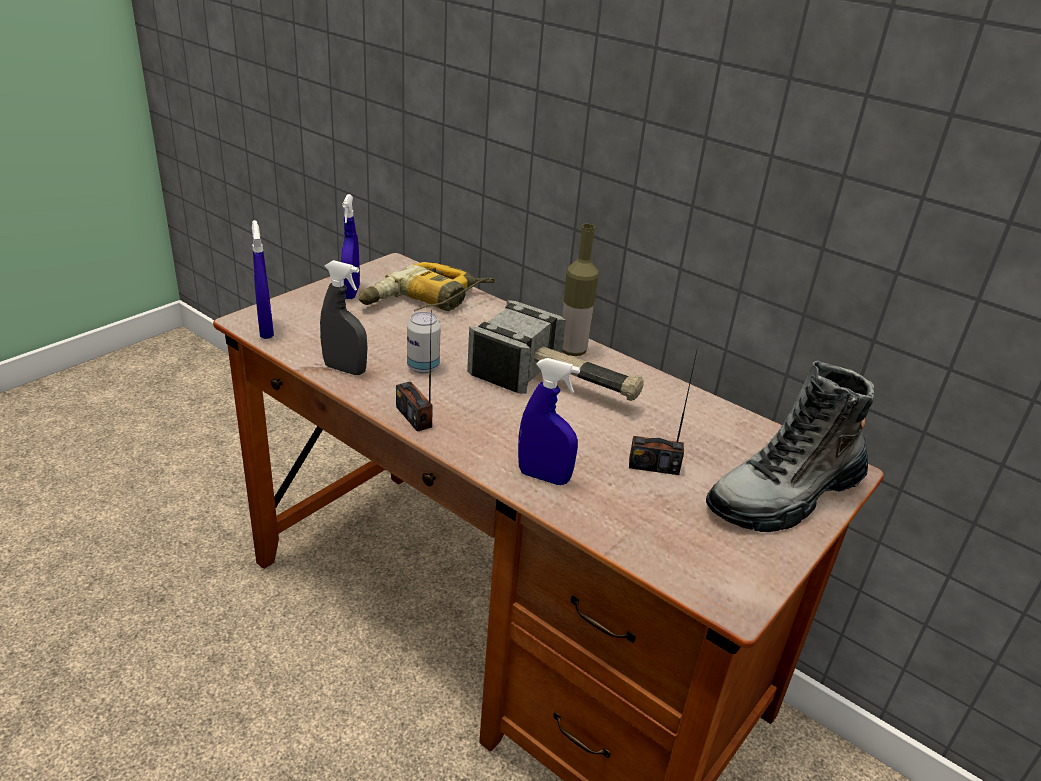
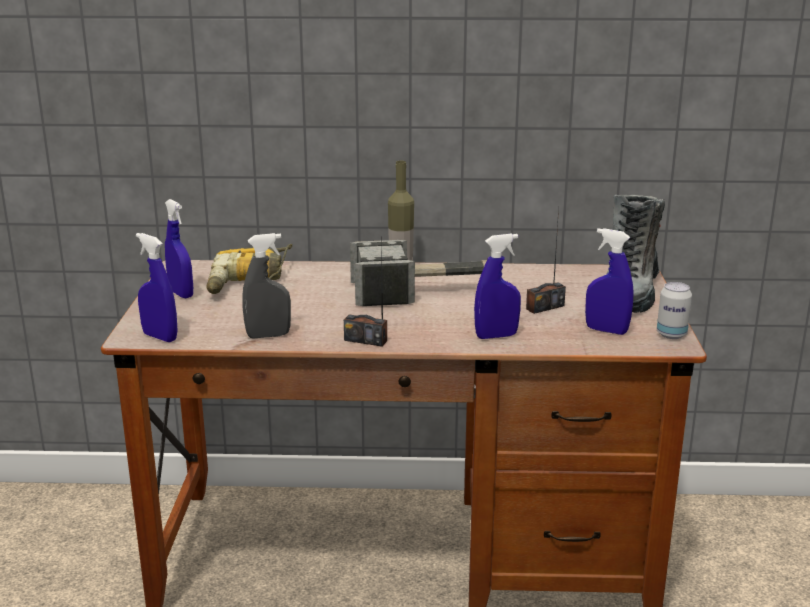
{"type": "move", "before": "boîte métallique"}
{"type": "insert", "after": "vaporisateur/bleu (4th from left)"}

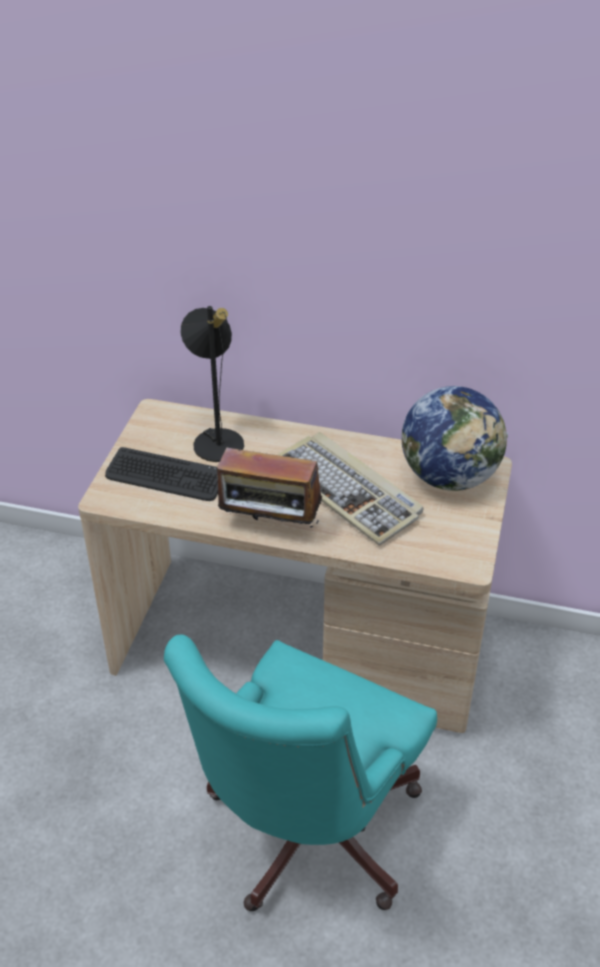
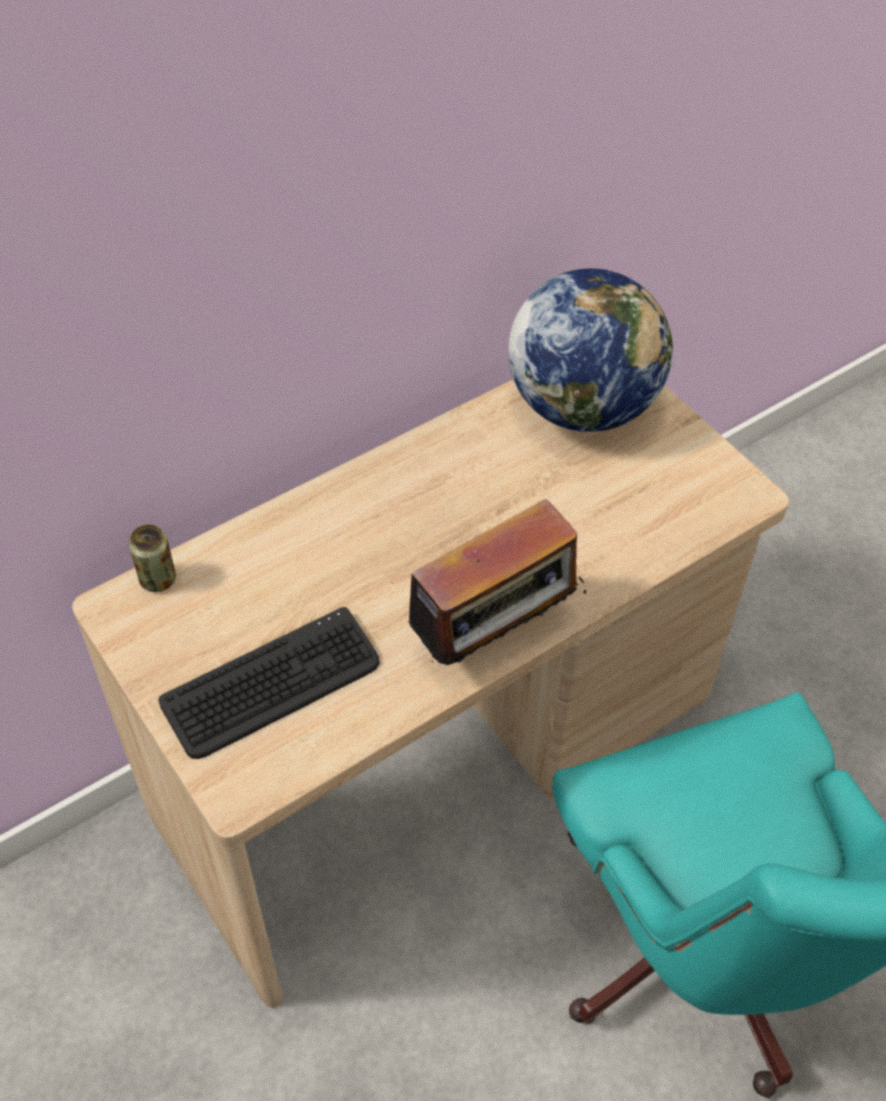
{"type": "delete", "before": "lampe de table/noir"}
{"type": "delete", "before": "clavier (2nd from left)"}
{"type": "insert", "after": "boîte métallique"}

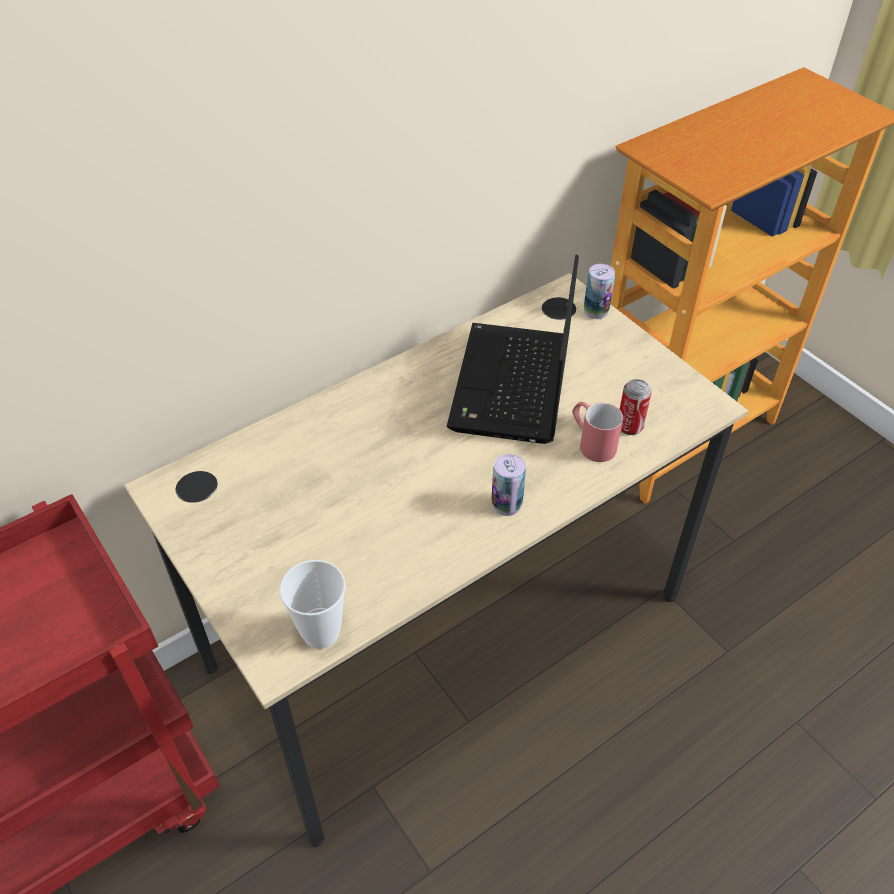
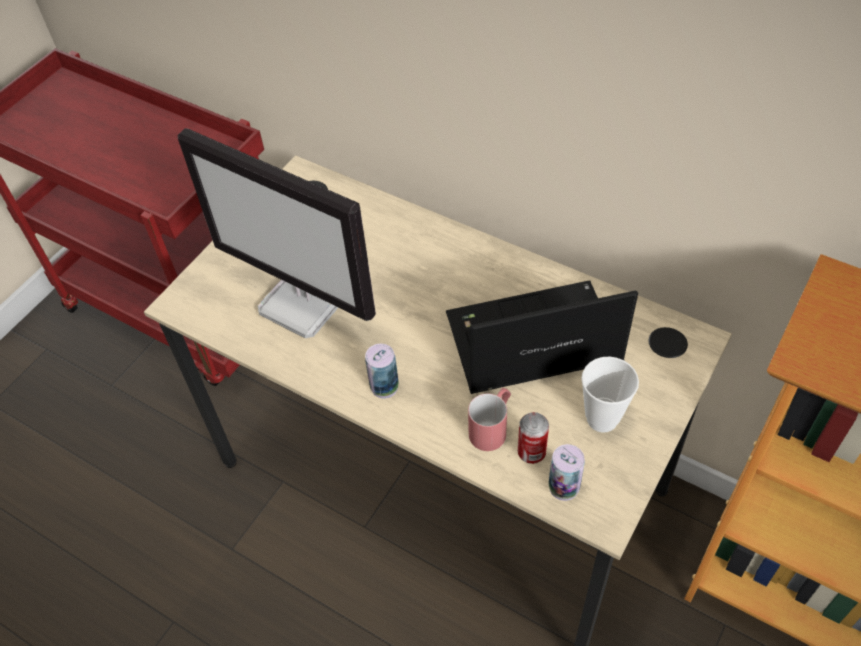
{"type": "move", "before": "tasse"}
{"type": "move", "before": "boîte métallique (2nd from left in the first image)", "after": "boîte métallique (3rd from left)"}
{"type": "insert", "after": "écran d'ordinateur"}

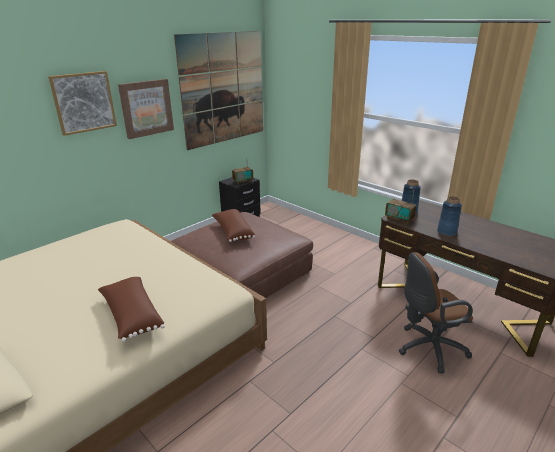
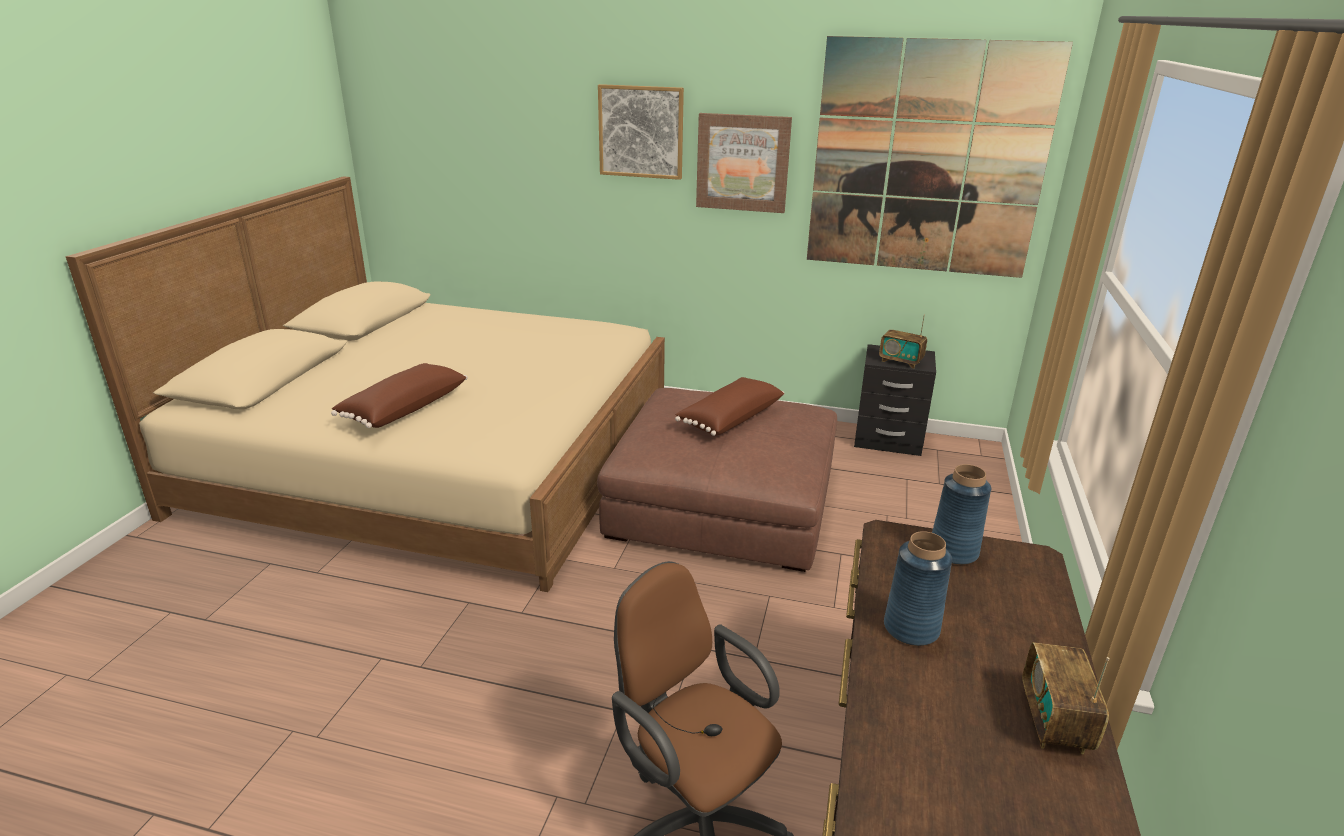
{"type": "move", "before": "radio (2nd from left)"}

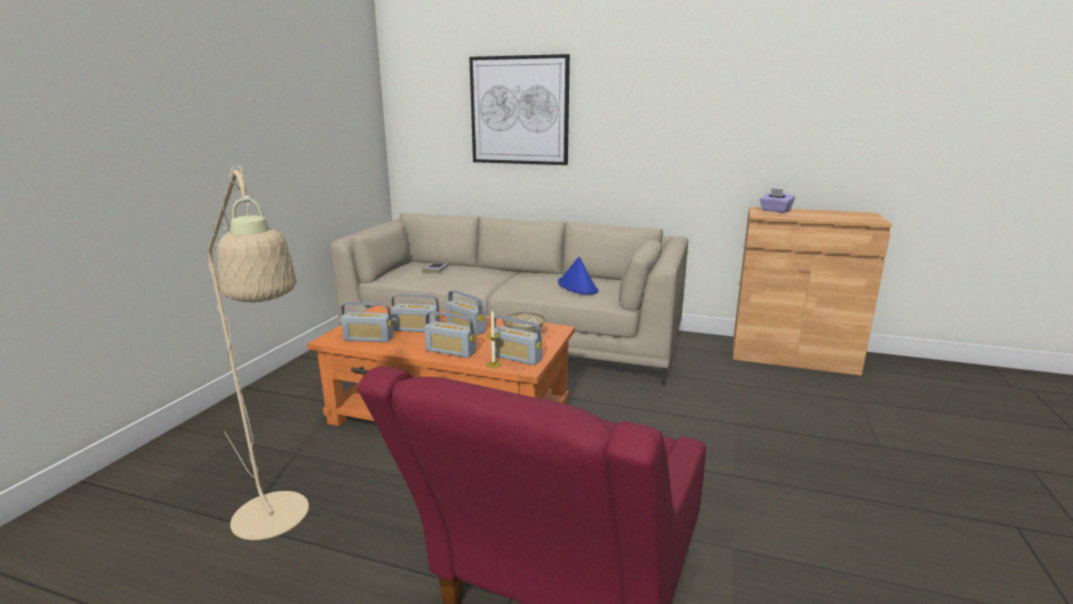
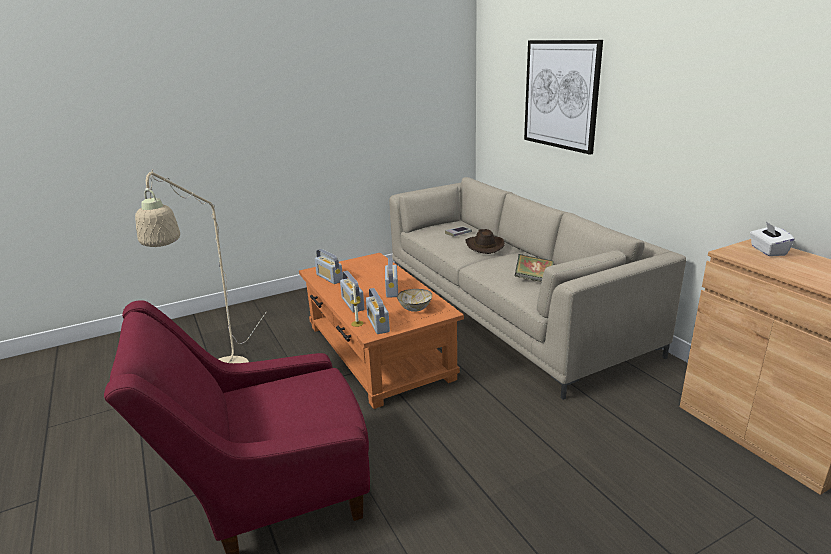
{"type": "delete", "before": "radio (2nd from left)"}
{"type": "replace", "before": "chapeau/bleu", "after": "livre (2nd from left)"}
{"type": "recolor", "before": "boîte à mouchoirs/violet", "after": "boîte à mouchoirs/blanc"}
{"type": "insert", "after": "chapeau/marron"}

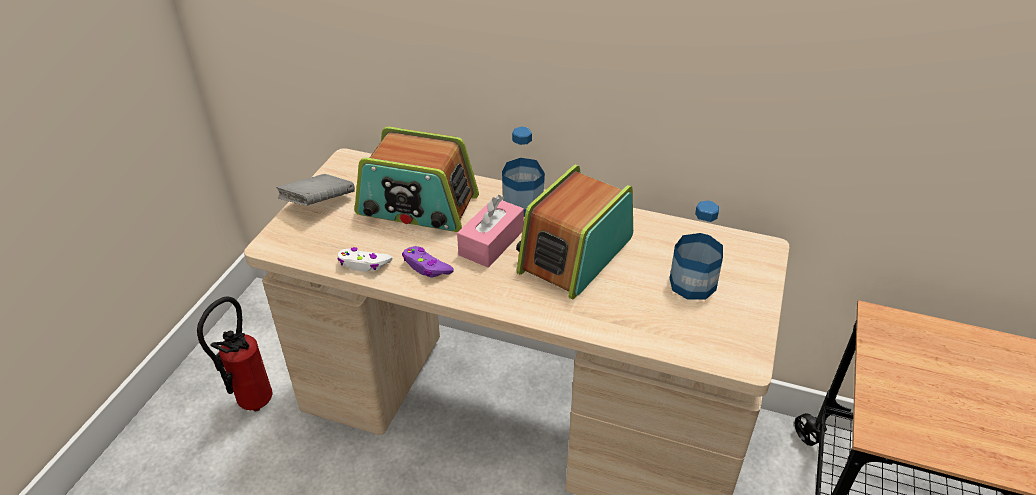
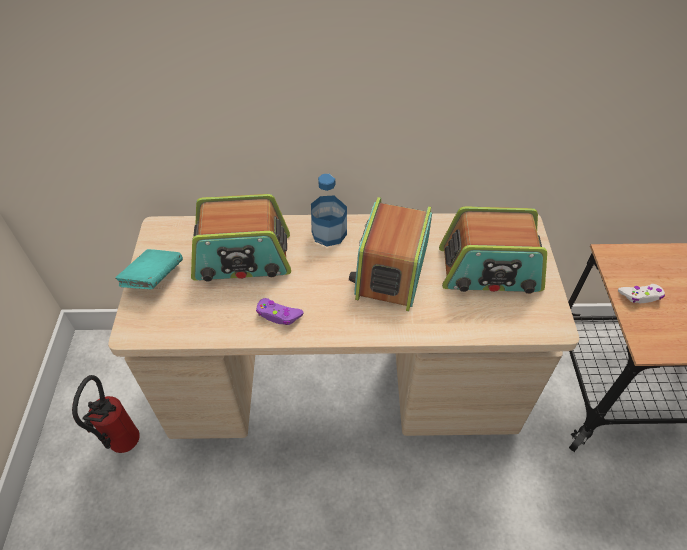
{"type": "recolor", "before": "livre/gris", "after": "livre/turquoise"}
{"type": "move", "before": "manette/blanc"}
{"type": "delete", "before": "boîte à mouchoirs/rose"}
{"type": "replace", "before": "bouteille (2nd from left)", "after": "radio (3rd from left)"}

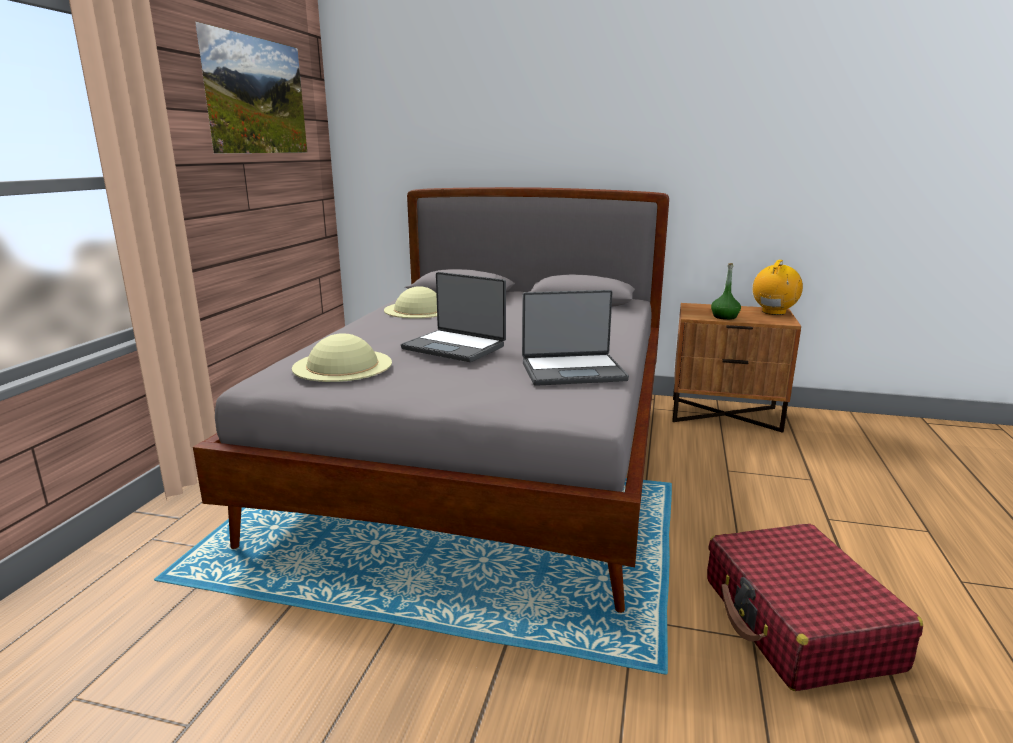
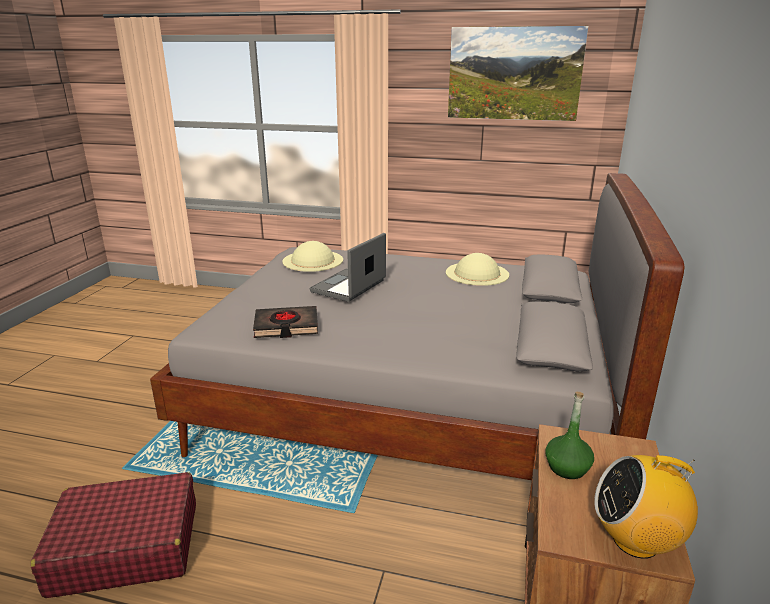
{"type": "replace", "before": "ordinateur portable (2nd from left)", "after": "livre/noir"}
{"type": "rotate", "before": "radio", "turn": 150}

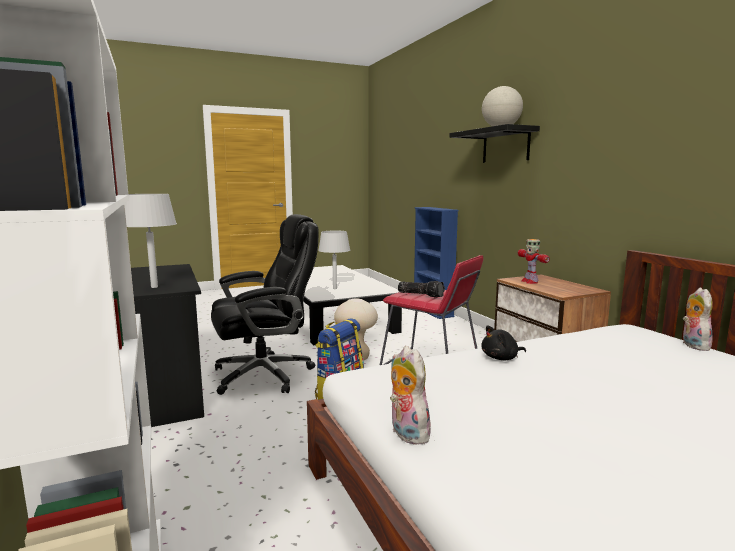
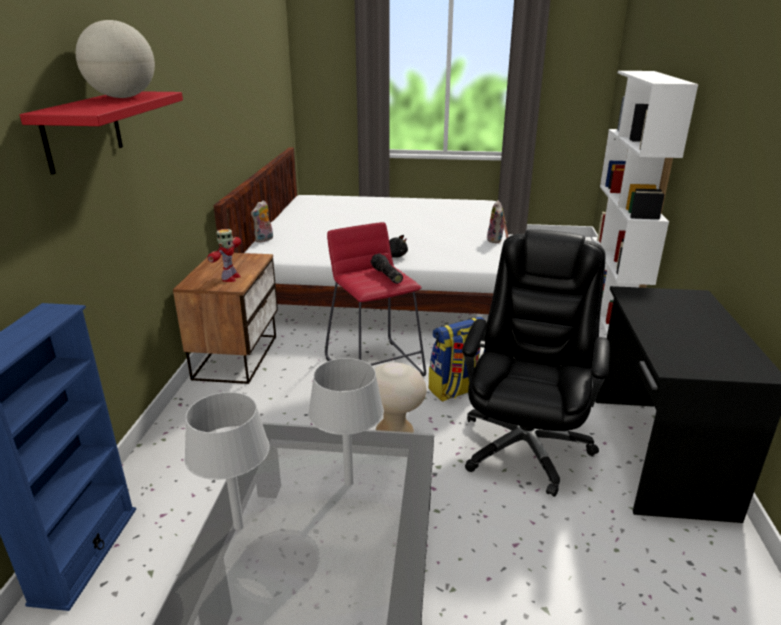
{"type": "move", "before": "lampe de table/gris (1st from left)"}
{"type": "rotate", "before": "chaise de bureau/noir", "turn": 105}
{"type": "recolor", "before": "étagère/noir", "after": "étagère/rouge"}

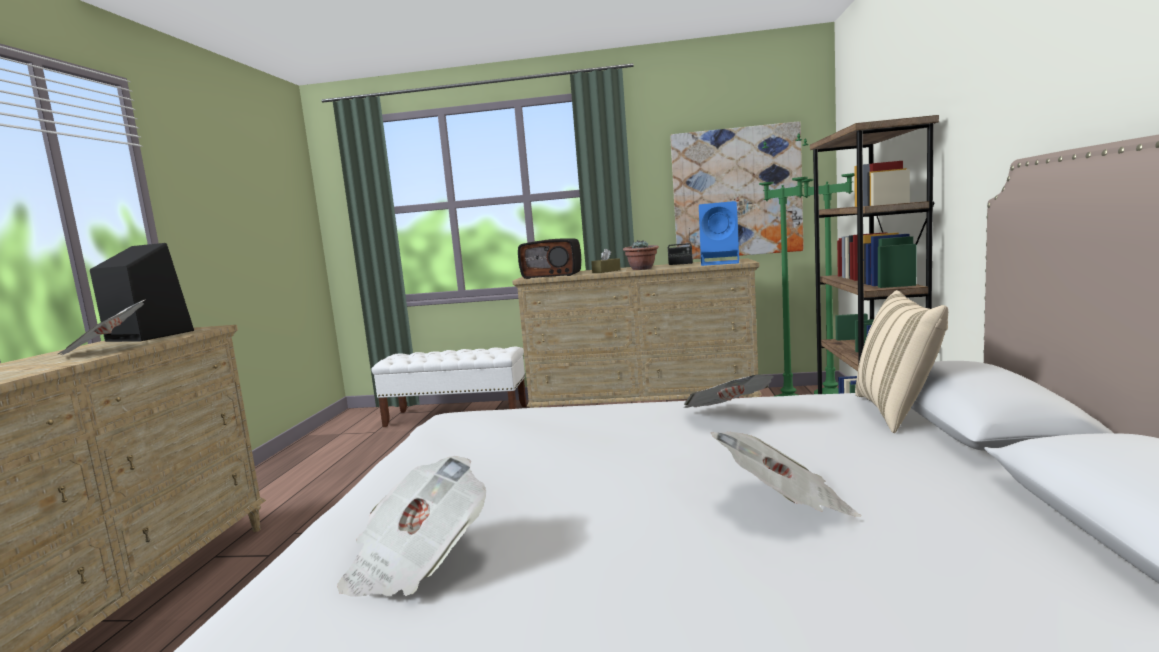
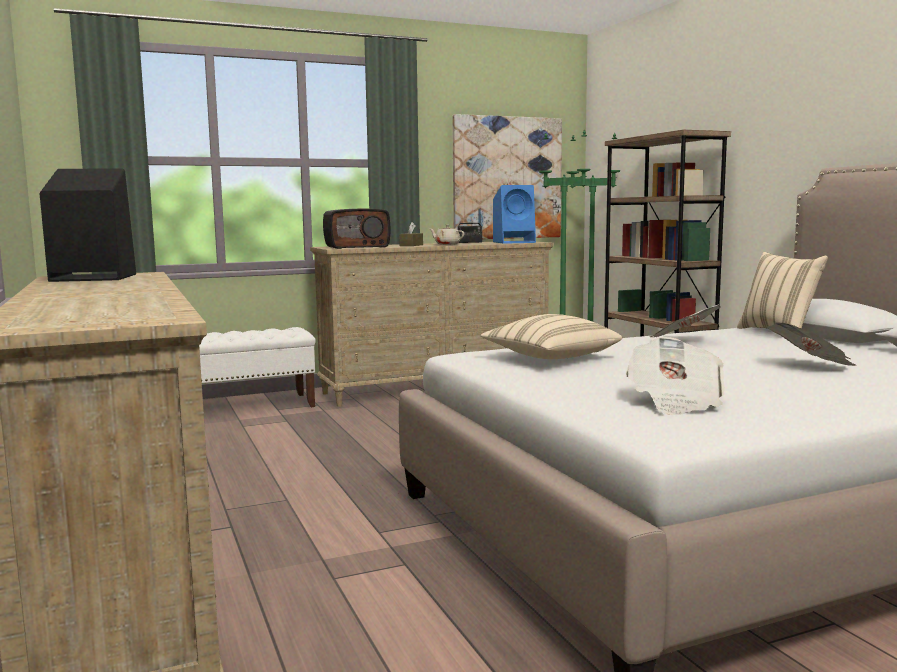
{"type": "delete", "before": "journal (1st from left)"}
{"type": "replace", "before": "plante en pot", "after": "théière/beige"}
{"type": "insert", "after": "coussin/beige (1st from left)"}

